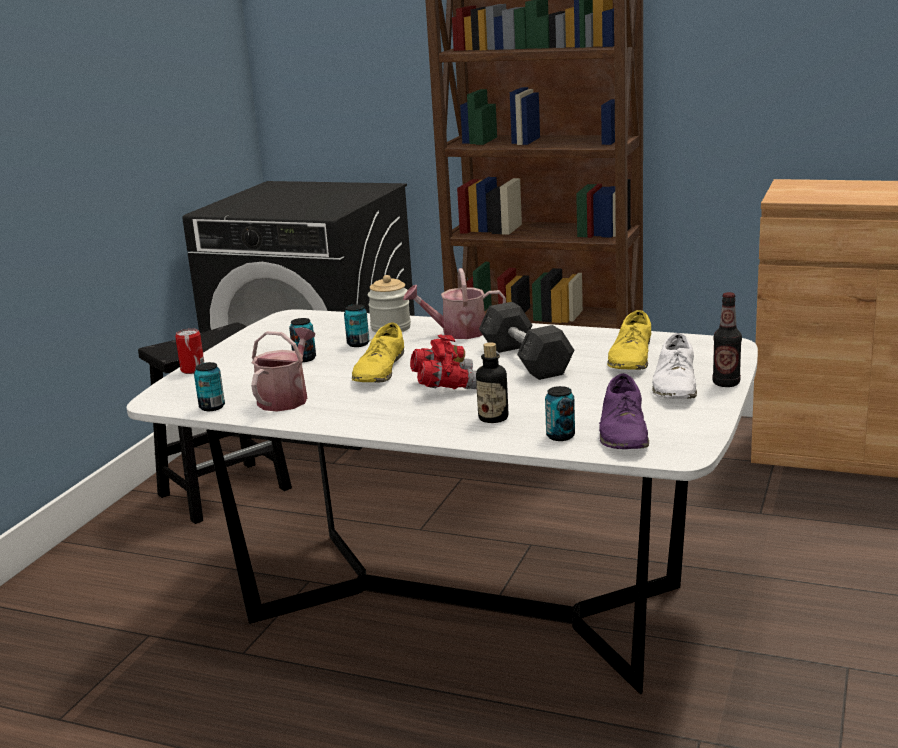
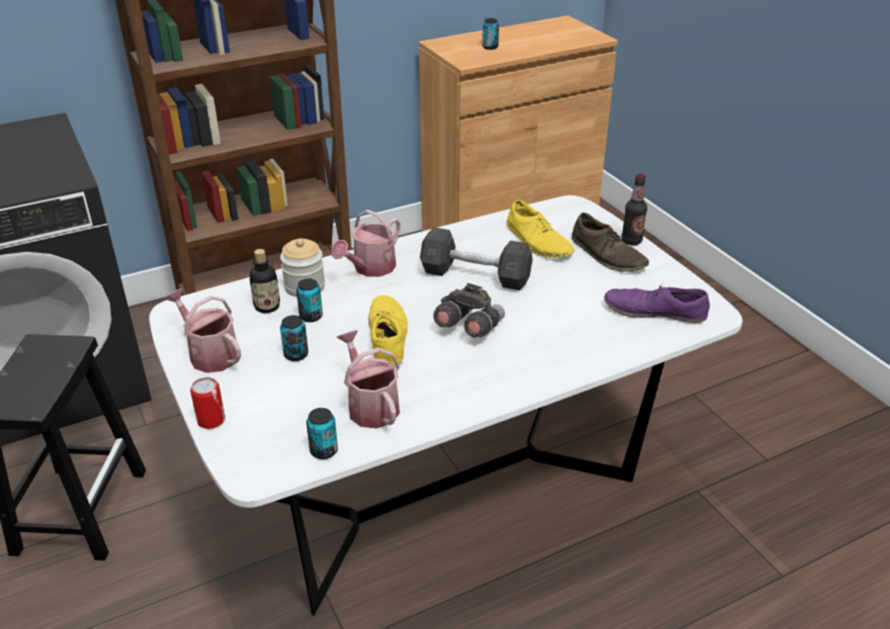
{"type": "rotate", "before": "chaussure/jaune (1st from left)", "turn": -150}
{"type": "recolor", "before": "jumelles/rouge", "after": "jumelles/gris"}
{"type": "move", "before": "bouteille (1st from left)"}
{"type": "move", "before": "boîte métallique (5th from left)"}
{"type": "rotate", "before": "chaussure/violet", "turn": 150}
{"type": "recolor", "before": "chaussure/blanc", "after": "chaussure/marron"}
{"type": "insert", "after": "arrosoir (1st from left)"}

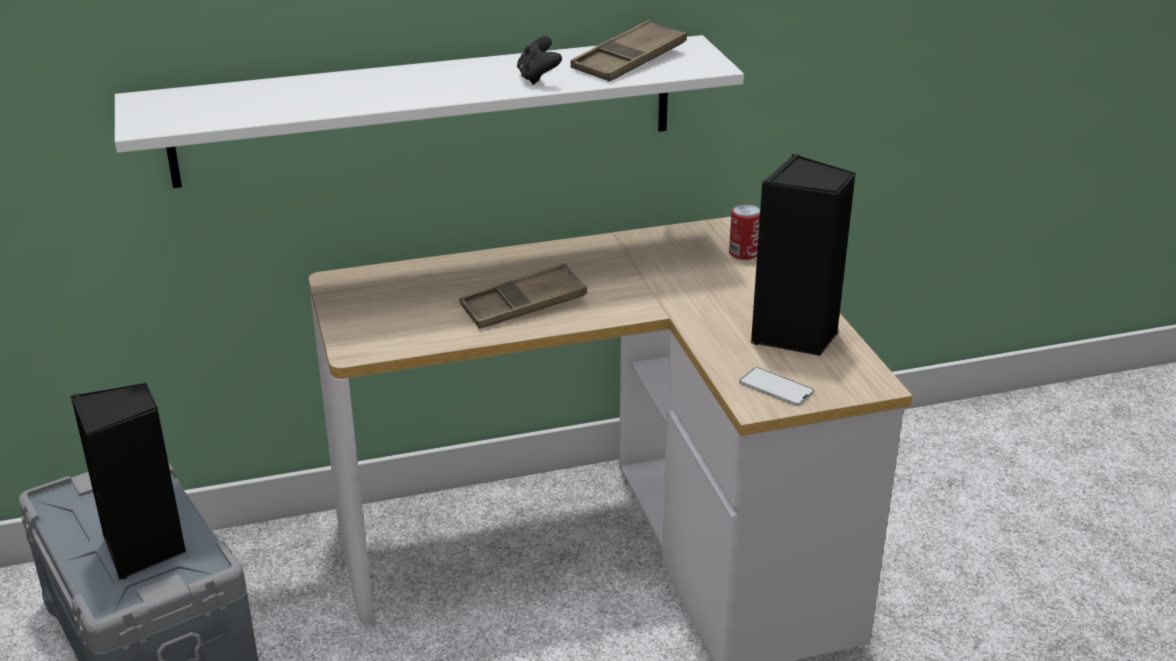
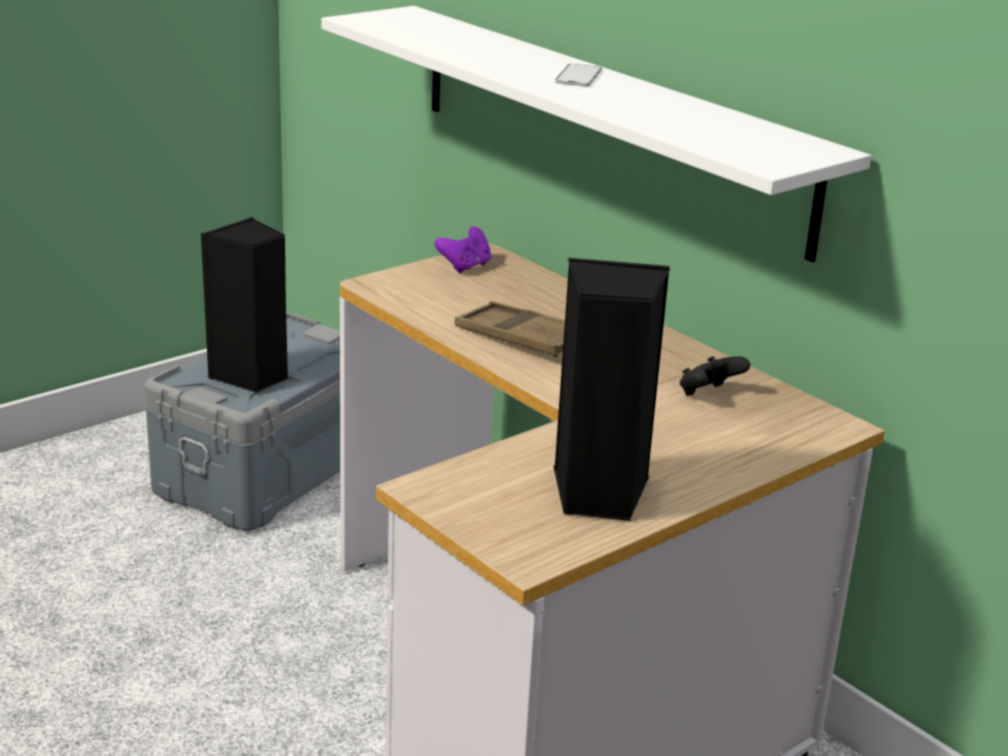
{"type": "move", "before": "manette/noir"}
{"type": "delete", "before": "plateau/marron (2nd from left)"}
{"type": "delete", "before": "boîte métallique"}
{"type": "move", "before": "téléphone"}
{"type": "insert", "after": "manette/violet"}

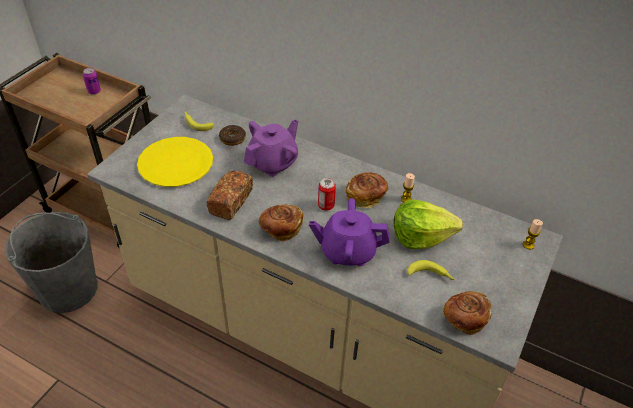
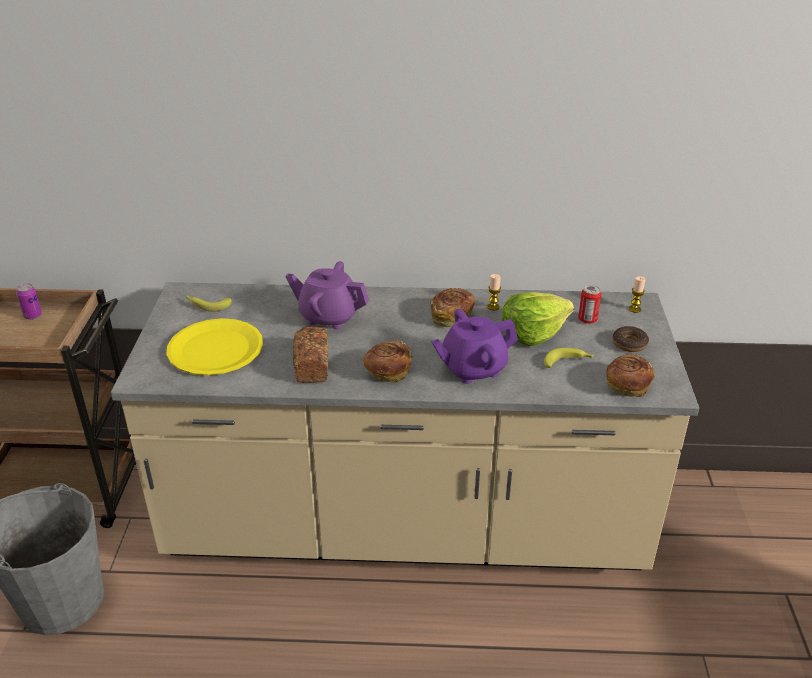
{"type": "move", "before": "beignet"}
{"type": "rotate", "before": "théière/violet (1st from left)", "turn": -90}
{"type": "move", "before": "boîte métallique (2nd from left)"}

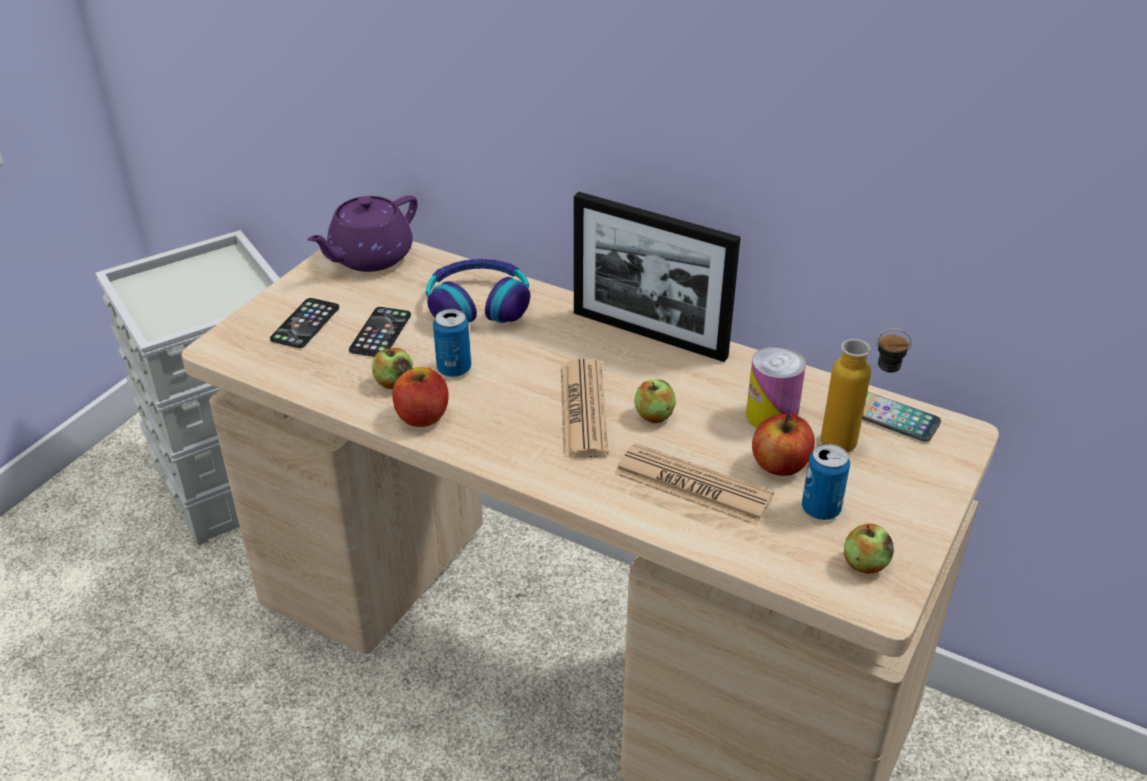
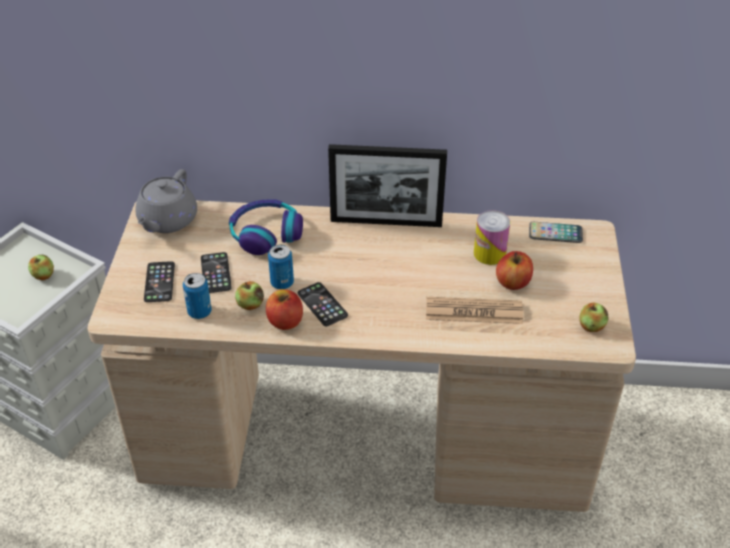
{"type": "recolor", "before": "théière/violet", "after": "théière/gris"}
{"type": "delete", "before": "journal (1st from left)"}
{"type": "move", "before": "pomme (3rd from left in the first image)", "after": "pomme (1st from left)"}
{"type": "move", "before": "boîte métallique (3rd from left in the first image)", "after": "boîte métallique (1st from left)"}
{"type": "delete", "before": "bouteille"}
{"type": "insert", "after": "téléphone (3rd from left)"}

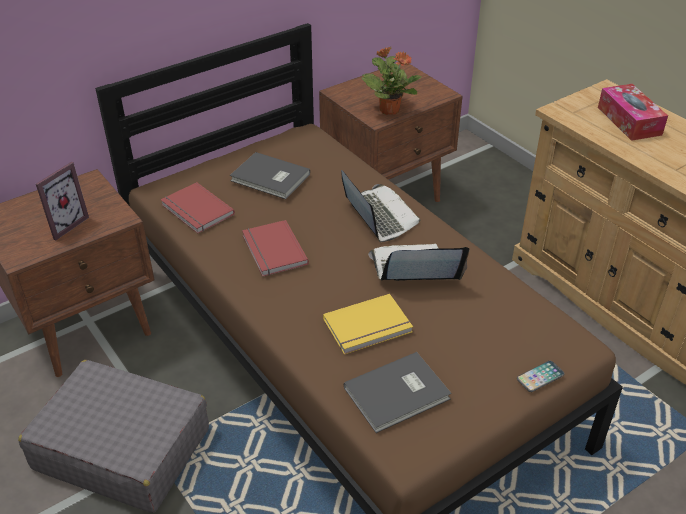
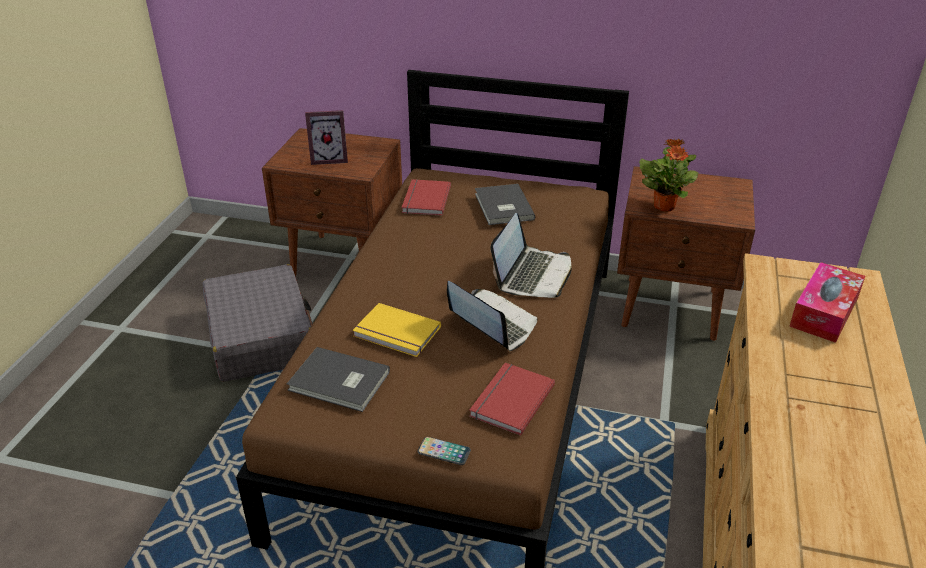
{"type": "move", "before": "livre/rouge (2nd from left)"}

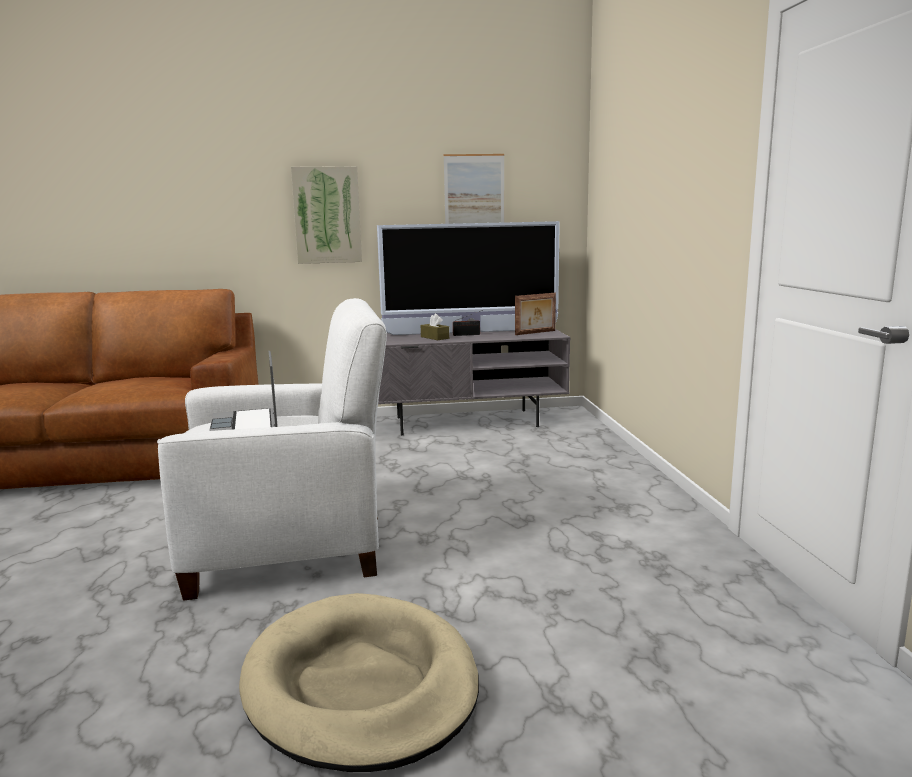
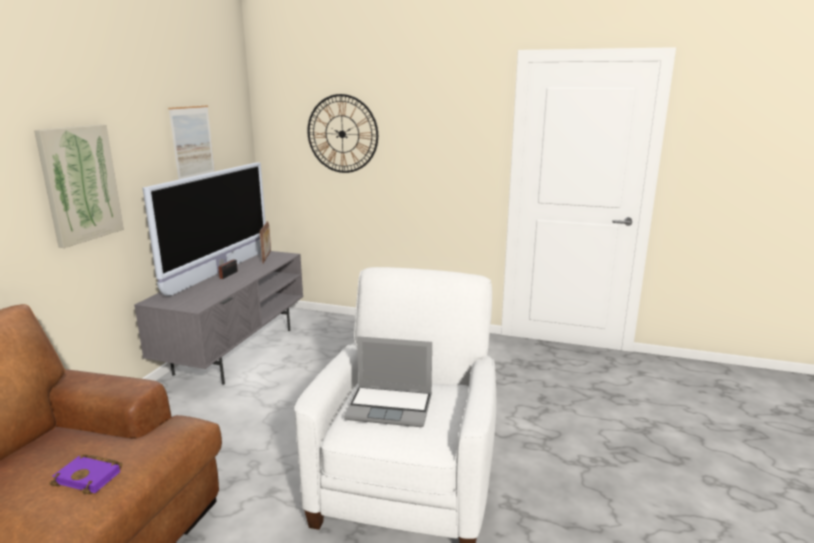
{"type": "delete", "before": "panier pour chien/beige"}
{"type": "delete", "before": "boîte à mouchoirs/marron"}
{"type": "insert", "after": "livre/violet"}
{"type": "insert", "after": "horloge murale"}

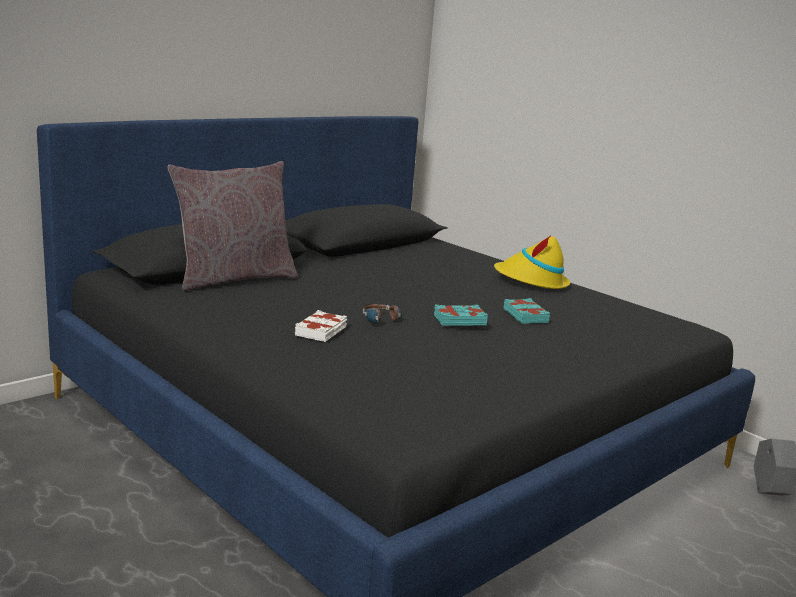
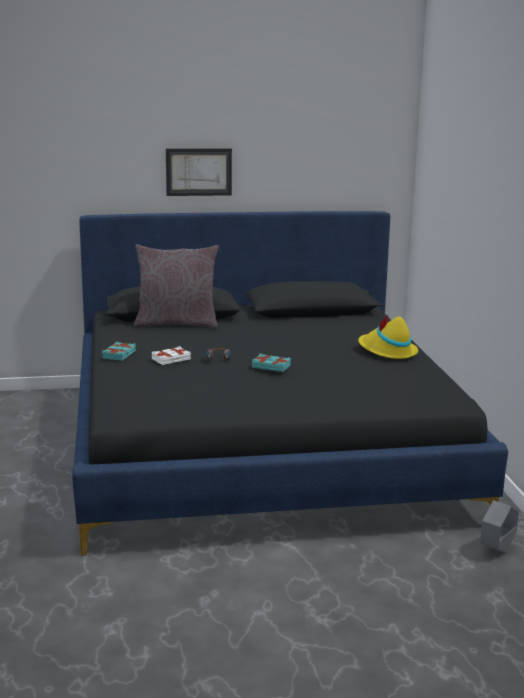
{"type": "move", "before": "livre/turquoise (2nd from left in the first image)", "after": "livre/turquoise (1st from left)"}
{"type": "insert", "after": "tableau"}

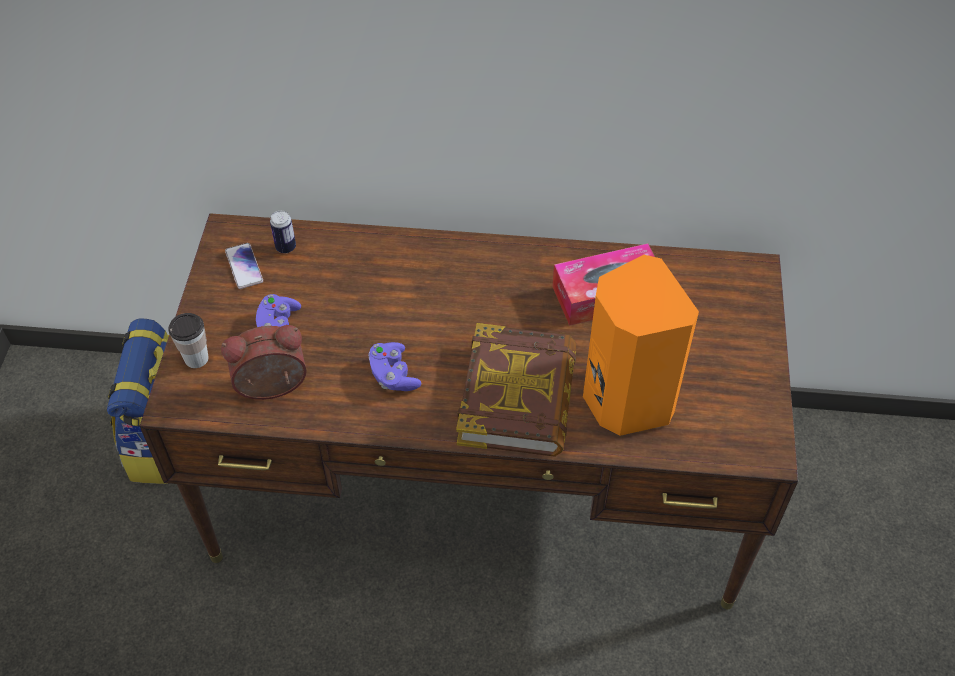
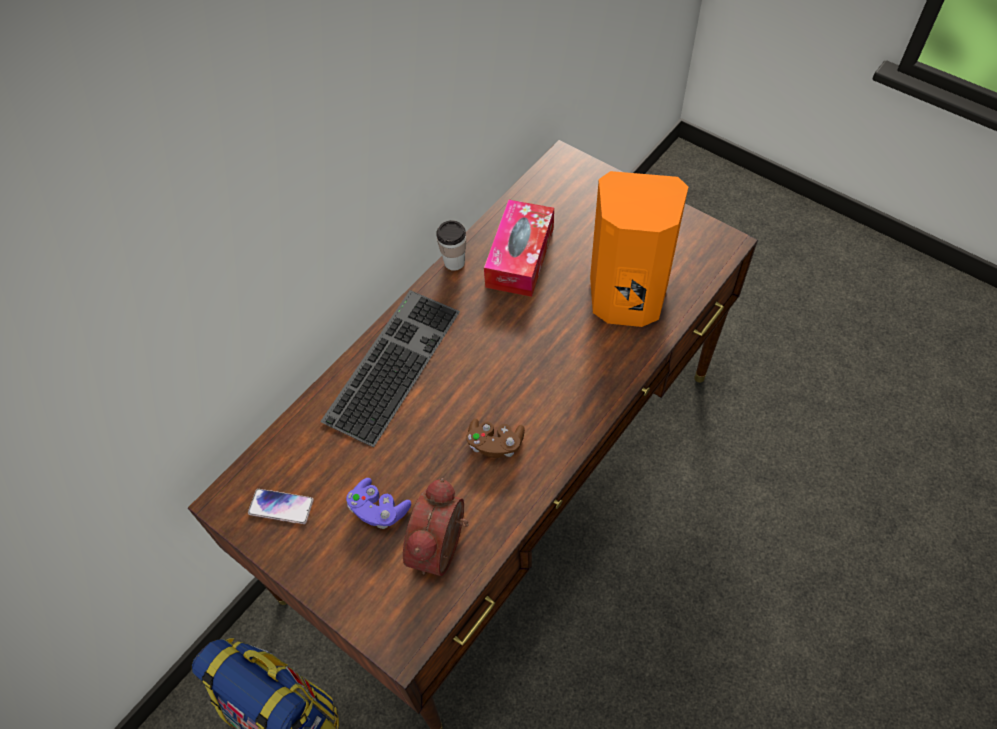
{"type": "move", "before": "tasse"}
{"type": "delete", "before": "boîte métallique"}
{"type": "recolor", "before": "manette/violet (2nd from left)", "after": "manette/marron"}
{"type": "delete", "before": "livre"}
{"type": "insert", "after": "clavier"}

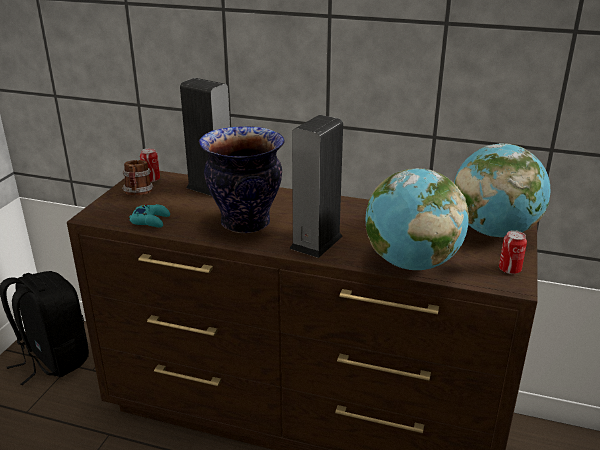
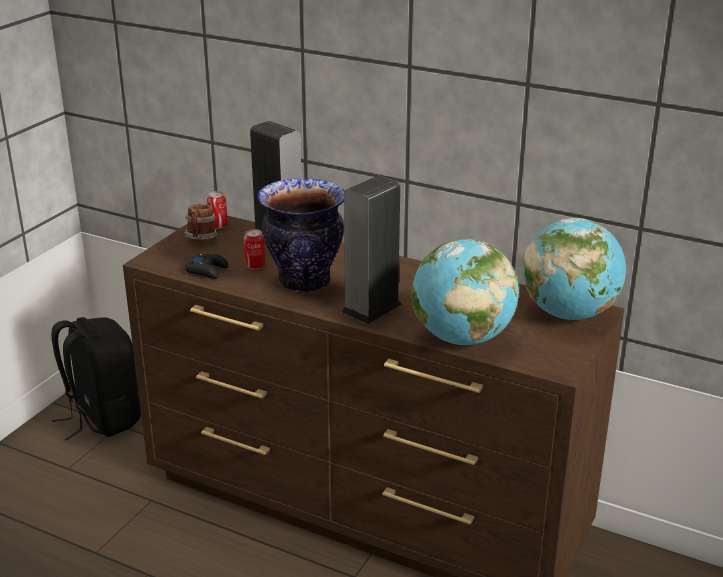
{"type": "recolor", "before": "manette/turquoise", "after": "manette/noir"}
{"type": "move", "before": "boîte métallique (2nd from left)"}

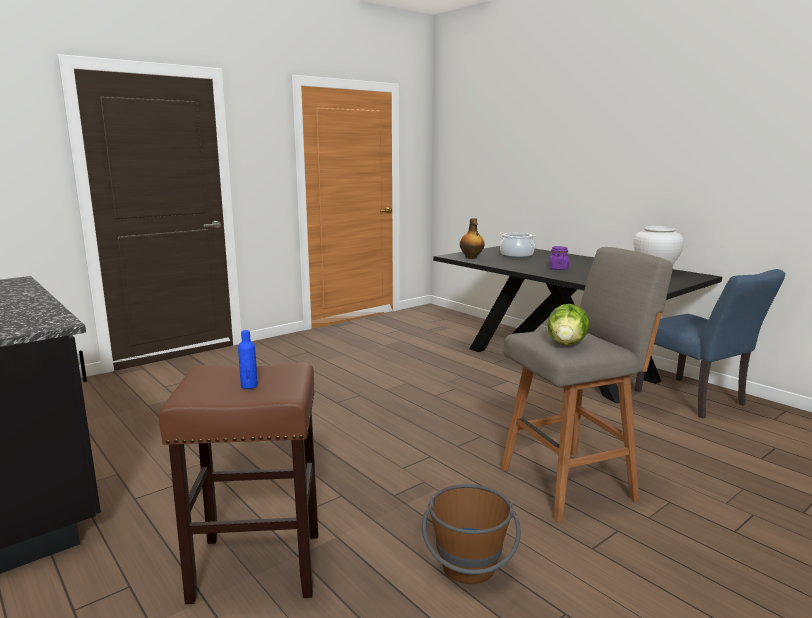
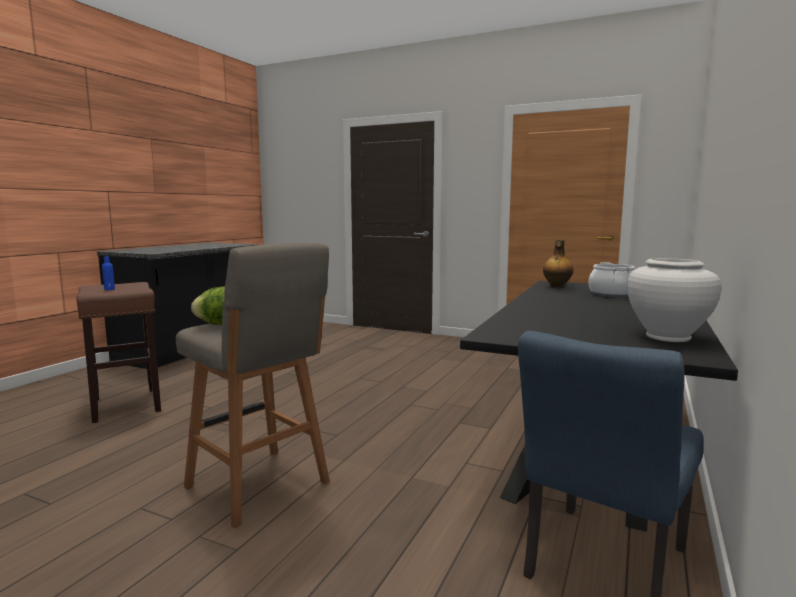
{"type": "delete", "before": "seau/marron"}
{"type": "delete", "before": "bocal/violet"}

